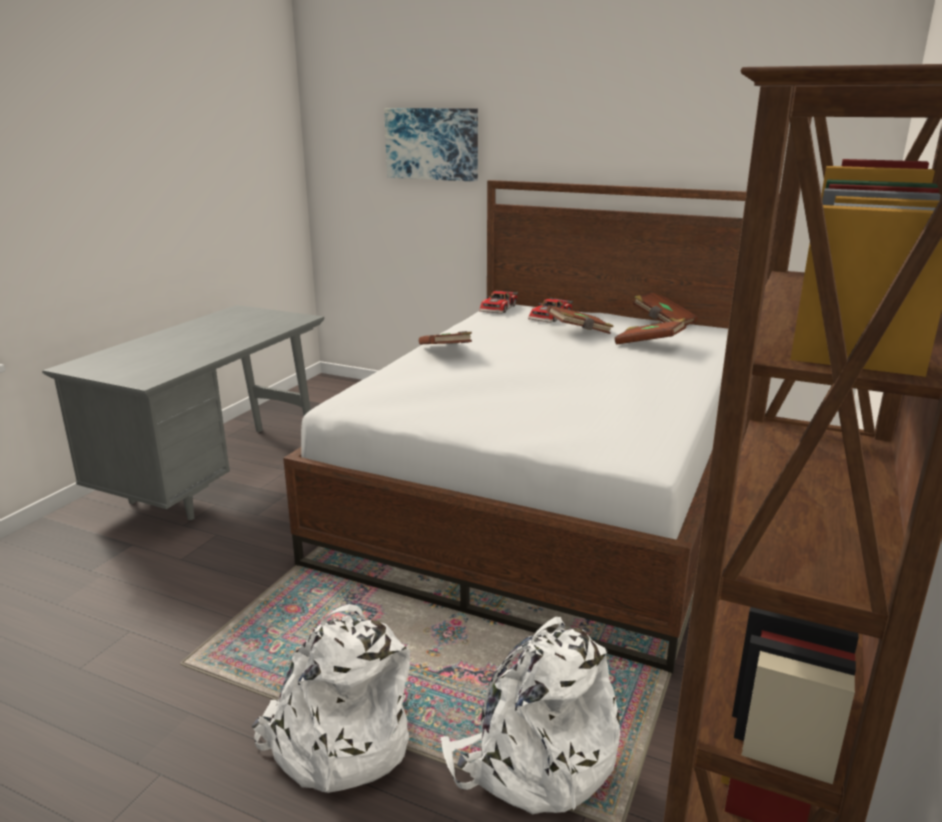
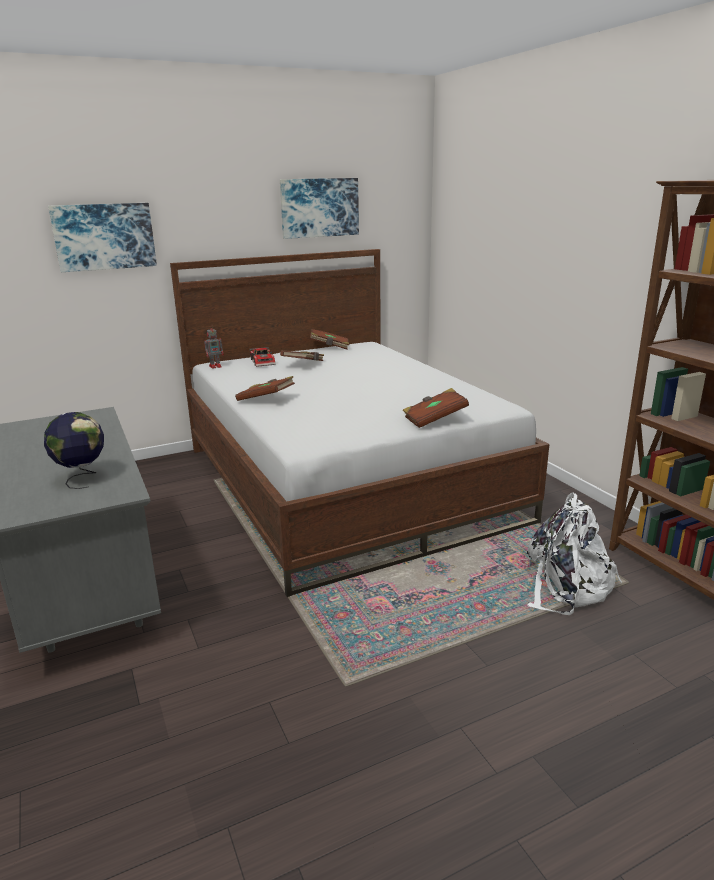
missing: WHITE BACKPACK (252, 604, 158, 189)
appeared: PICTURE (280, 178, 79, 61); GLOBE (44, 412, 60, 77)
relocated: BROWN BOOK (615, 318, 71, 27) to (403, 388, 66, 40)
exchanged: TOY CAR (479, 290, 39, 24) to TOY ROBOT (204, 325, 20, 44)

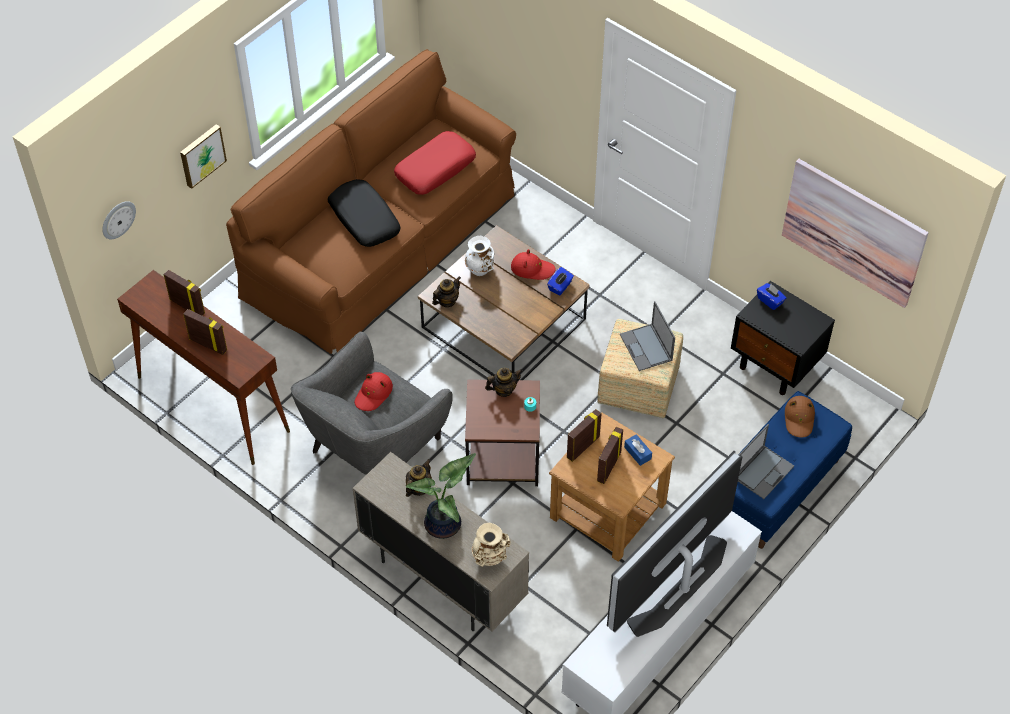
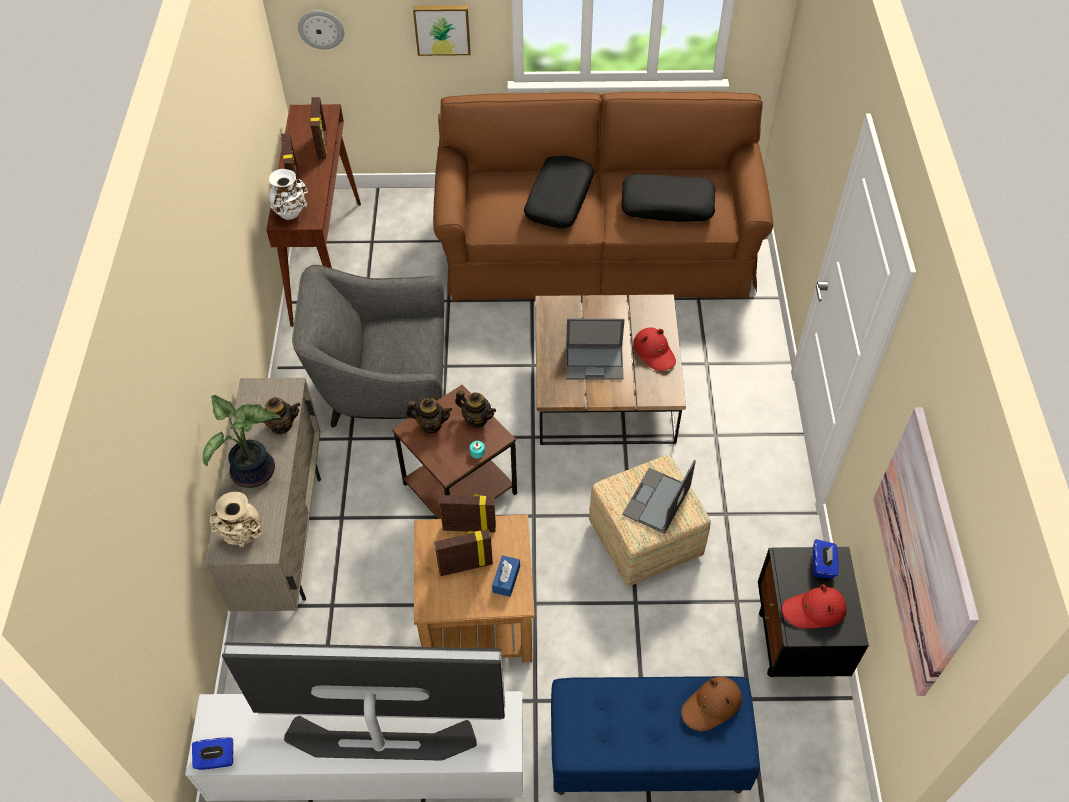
relocated: WHITE VASE (465, 236, 30, 40) to (269, 169, 39, 51); BLUE TISSUE BOX (547, 267, 27, 28) to (192, 737, 41, 33); TEAPOT (432, 276, 29, 31) to (406, 398, 46, 35); RED HAT (355, 372, 38, 39) to (782, 584, 65, 45); LAPTOP (738, 424, 56, 75) to (566, 318, 59, 62)
colour: RED PILLOW (394, 131, 82, 64) to BLACK PILLOW (621, 174, 94, 48)

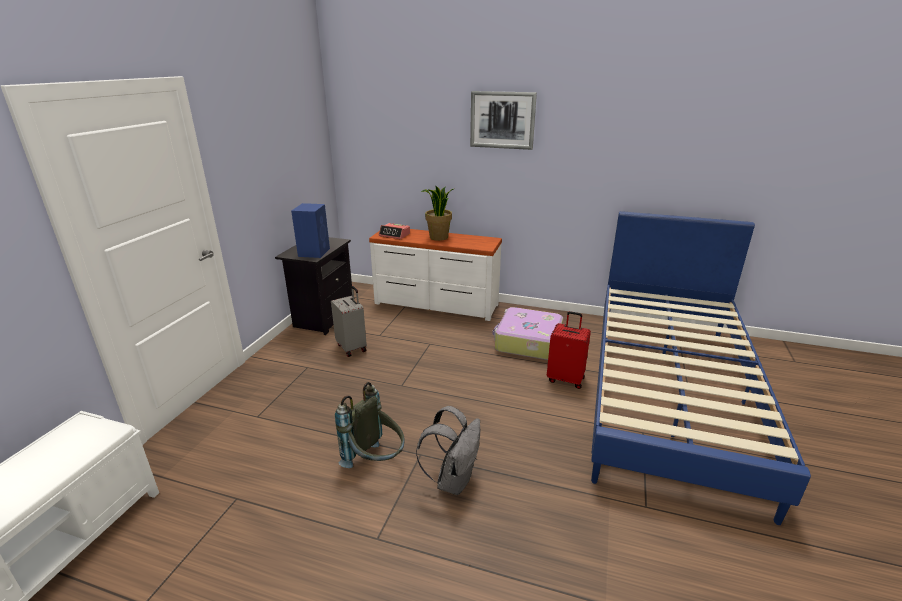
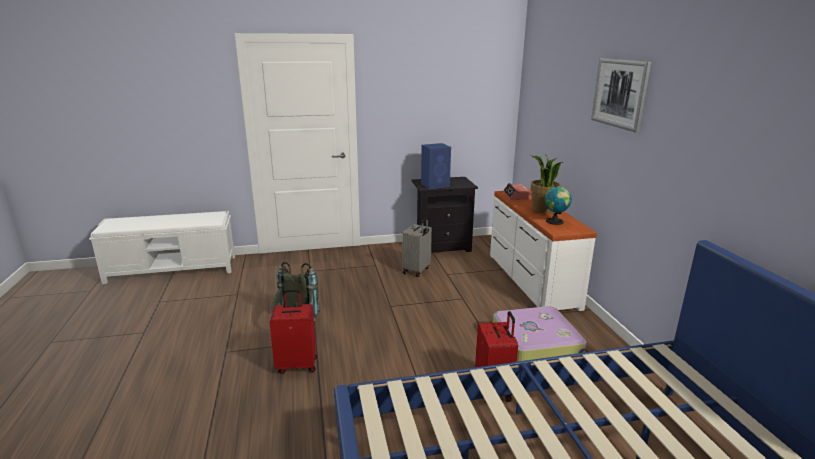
appeared: GLOBE (545, 186, 27, 39)
exchanged: GREY BACKPACK (416, 406, 64, 89) to RED SUITCASE (270, 289, 47, 85)

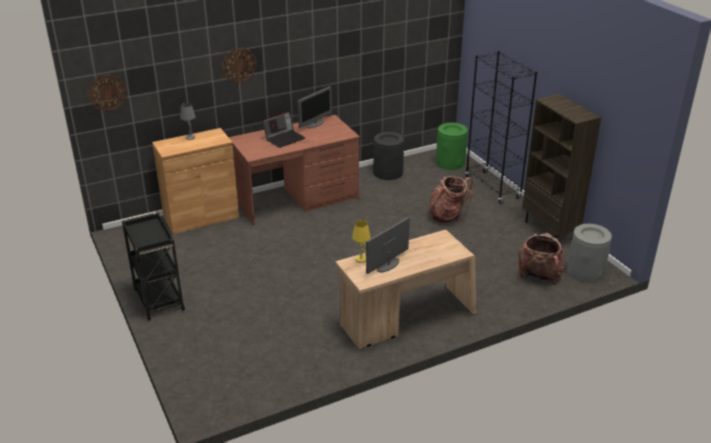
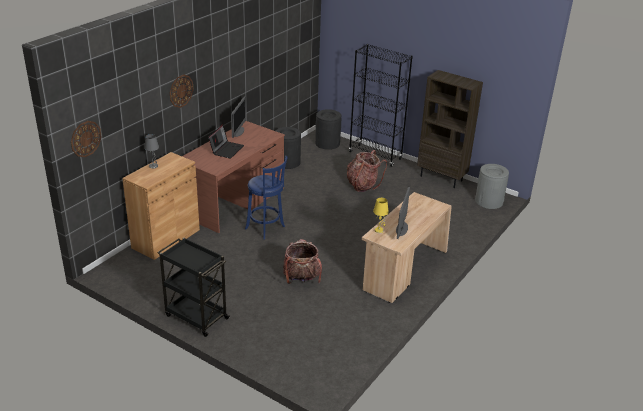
appeared: BLUE STOOL (245, 156, 42, 83)
relocated: BACKPACK (519, 233, 45, 52) to (283, 239, 39, 45)
colour: GREEN TRASH CAN (436, 123, 32, 47) to BLACK TRASH CAN (315, 109, 26, 41)

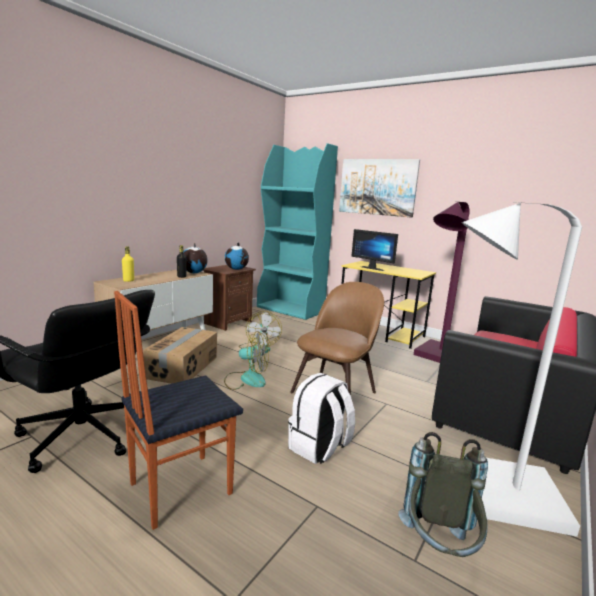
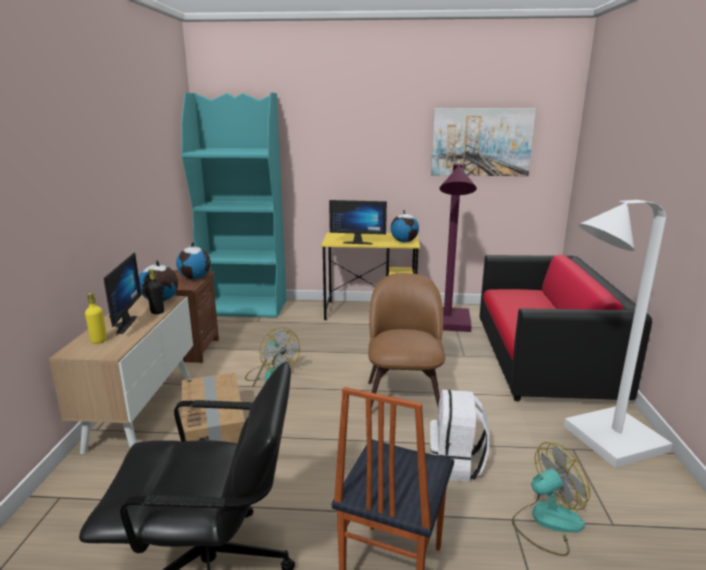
missing: GREY BACKPACK (398, 432, 90, 125)
appeared: GLOBE (391, 210, 28, 32); MONITOR (104, 252, 37, 82)
relocated: PICTURE (339, 159, 81, 59) to (431, 108, 105, 68); FAN (224, 331, 45, 59) to (512, 442, 78, 114)

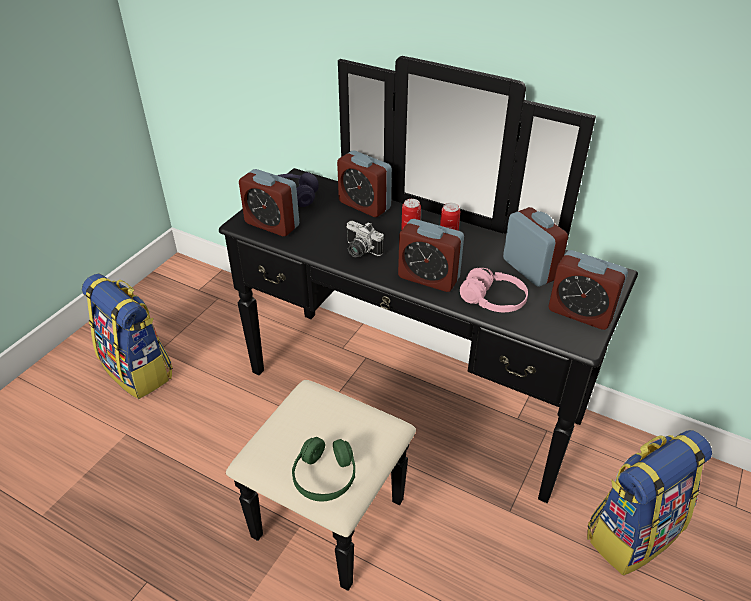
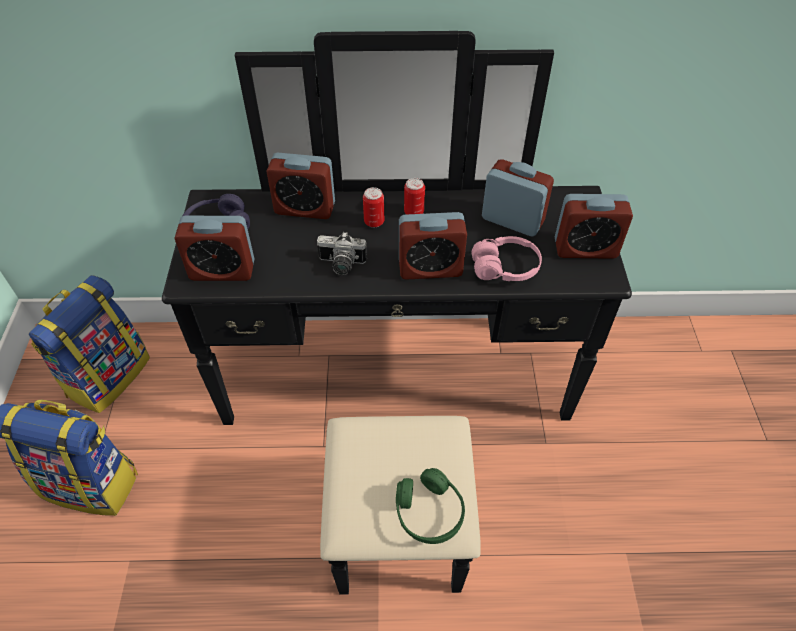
relocated: BACKPACK (587, 430, 125, 145) to (29, 275, 121, 138)

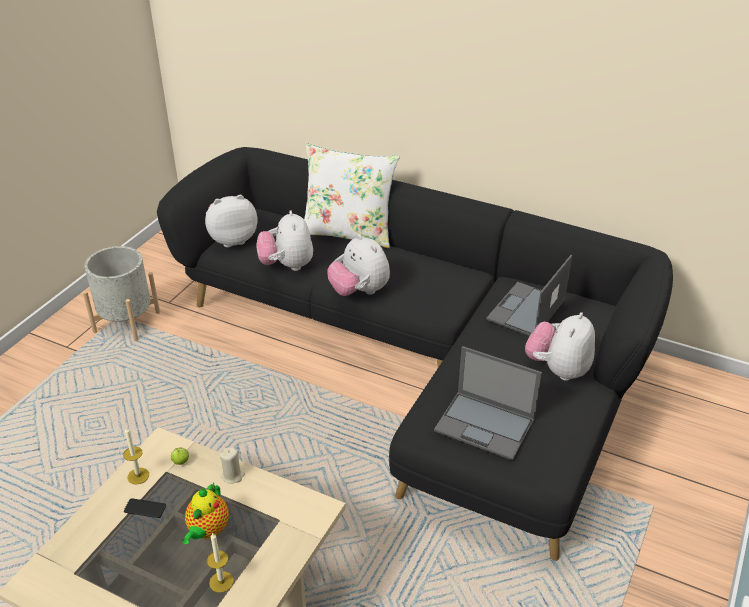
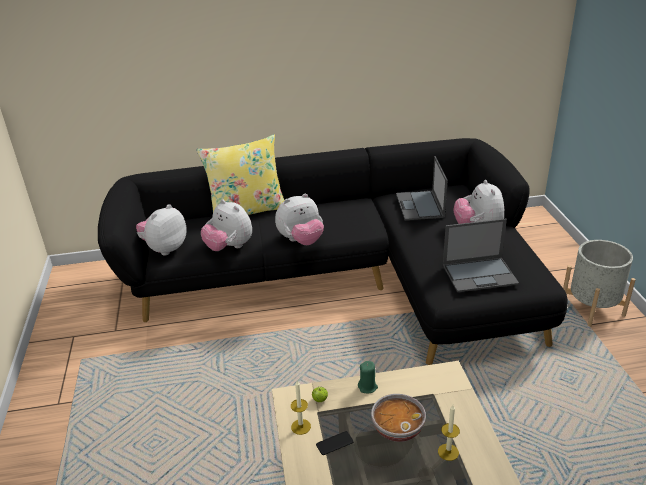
relocated: GREY PLANTER (83, 246, 77, 95) to (563, 240, 73, 87)
exchanged: TEAPOT (182, 483, 47, 61) to BOWL (371, 394, 55, 48)
colour: WHITE PILLOW (304, 144, 96, 104) to YELLOW PILLOW (197, 135, 87, 80); BEIGE CANDLE (219, 447, 26, 37) to GREEN CANDLE (358, 361, 20, 32)
spun: PLUSH TOY (328, 234, 62, 62) = (275, 194, 49, 51) 45 degrees counterclockwise

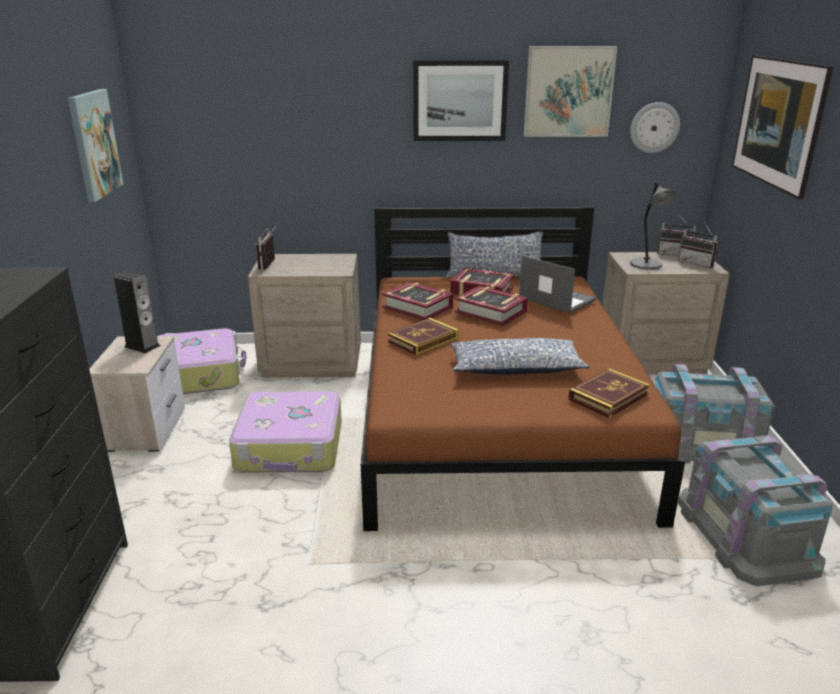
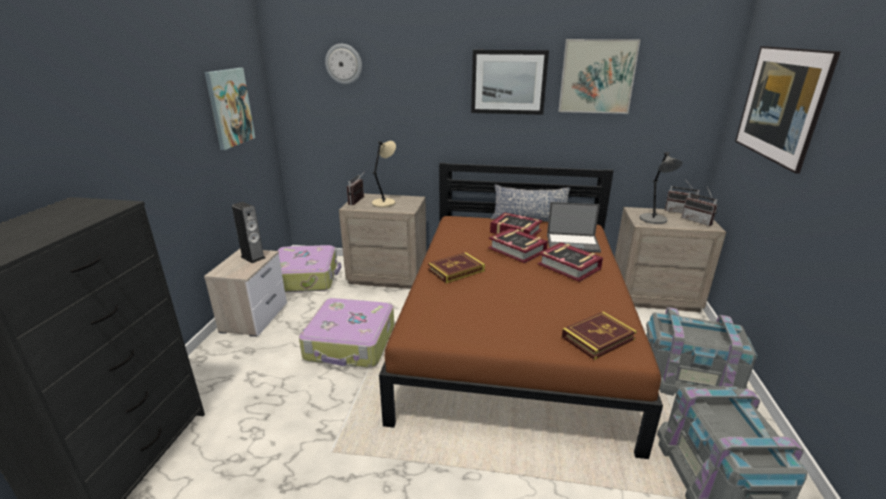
missing: PILLOW (451, 338, 139, 37)
appeared: BEIGE TABLE LAMP (372, 141, 24, 67)
relocated: WALL CLOCK (630, 102, 50, 51) to (325, 44, 37, 41); BOOK (382, 282, 72, 38) to (538, 242, 65, 40)
spun: LAPTOP (519, 255, 77, 58) = (547, 202, 54, 51) 135 degrees clockwise

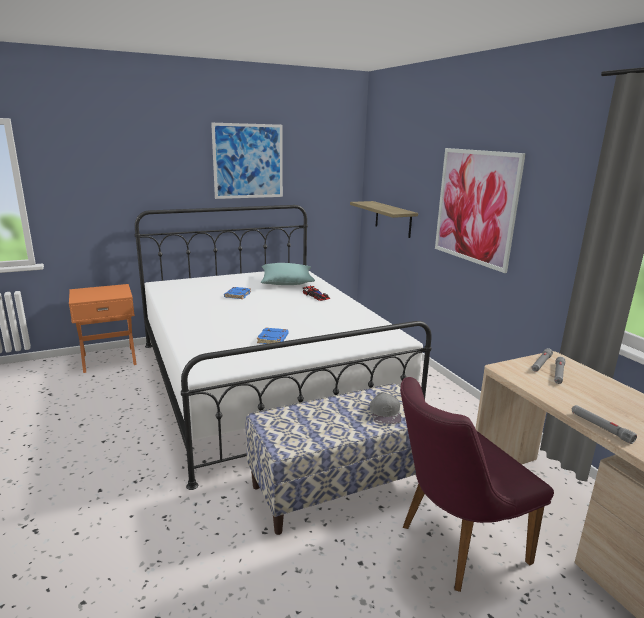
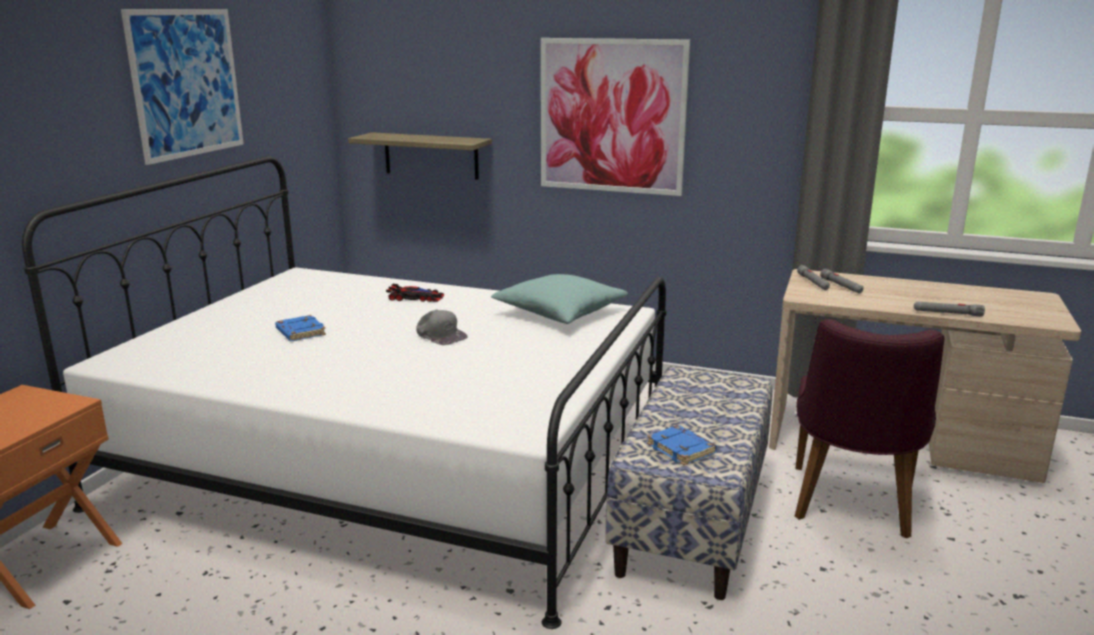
relocated: TURQUOISE PILLOW (261, 263, 54, 22) to (491, 274, 137, 50); BLUE BOOK (257, 327, 32, 17) to (647, 425, 70, 40); GREY CAP (370, 392, 31, 32) to (416, 310, 52, 35)

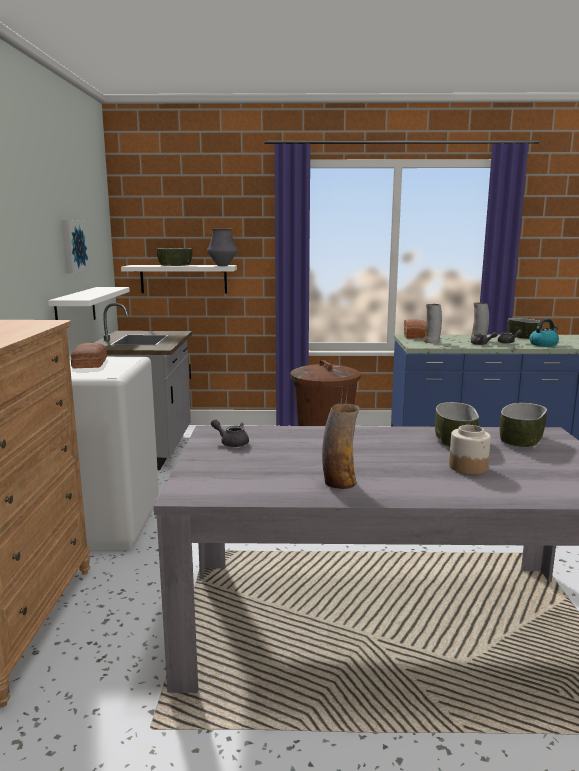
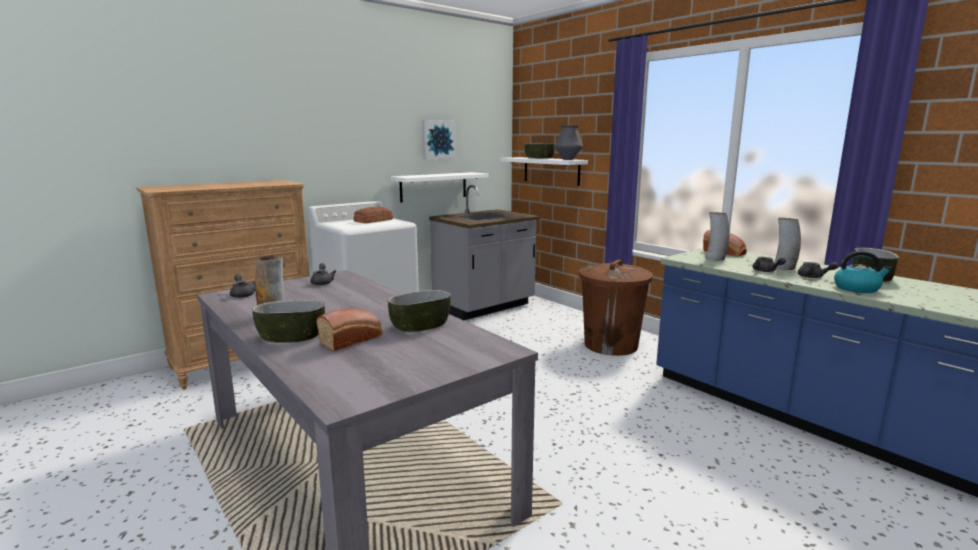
appeared: GREY TEAPOT (230, 274, 25, 24)
relocated: BOWL (500, 402, 47, 46) to (252, 300, 73, 43)
exchanged: JAR (449, 425, 42, 49) to BREAD (316, 309, 67, 42)

